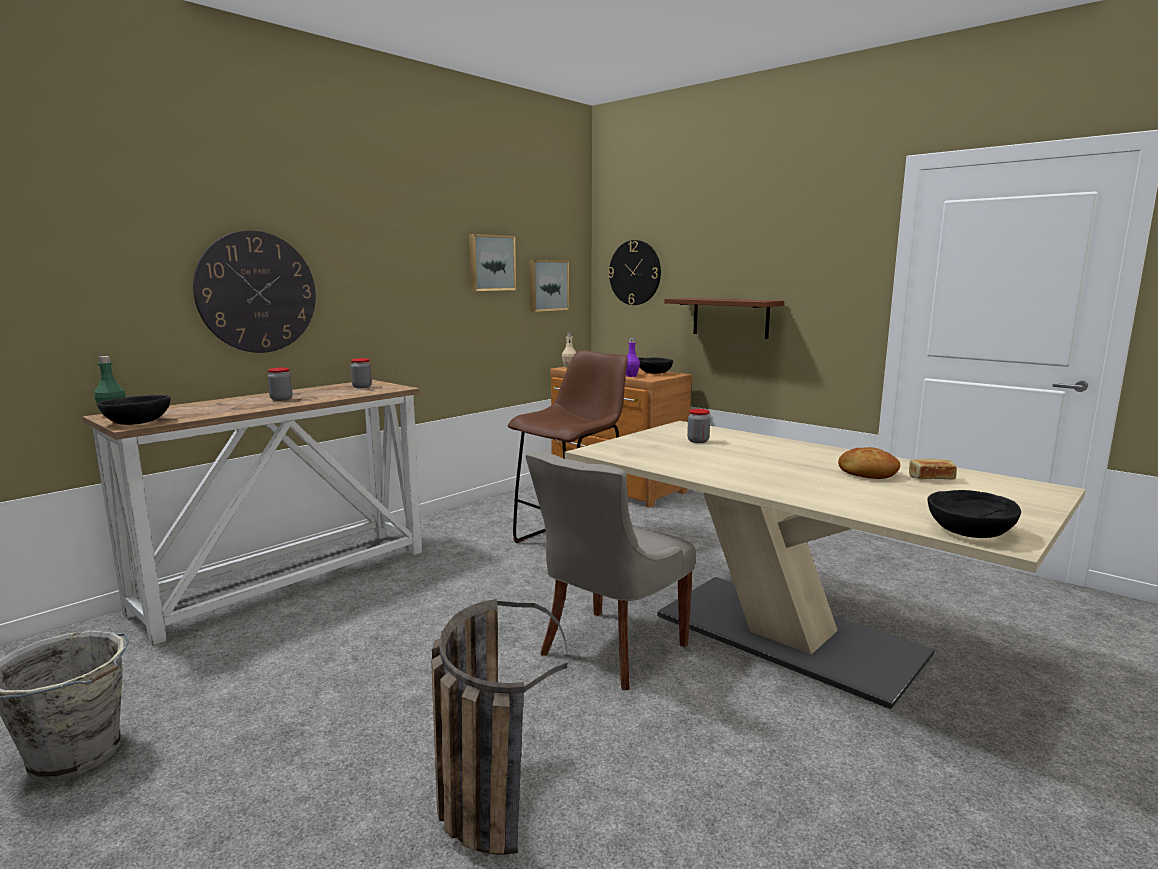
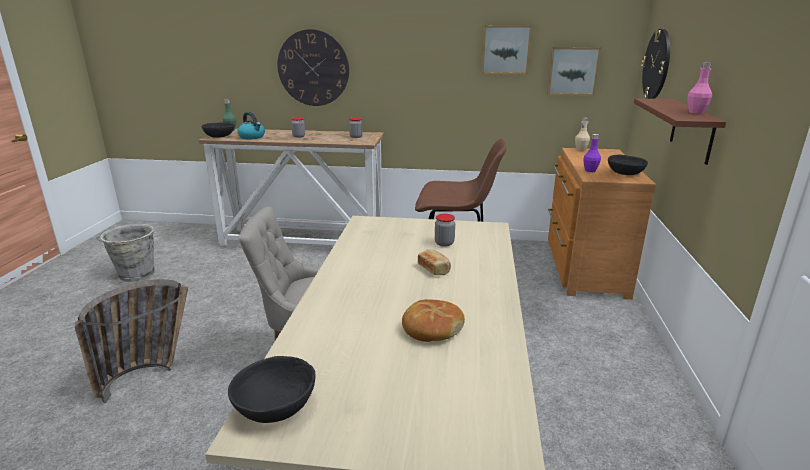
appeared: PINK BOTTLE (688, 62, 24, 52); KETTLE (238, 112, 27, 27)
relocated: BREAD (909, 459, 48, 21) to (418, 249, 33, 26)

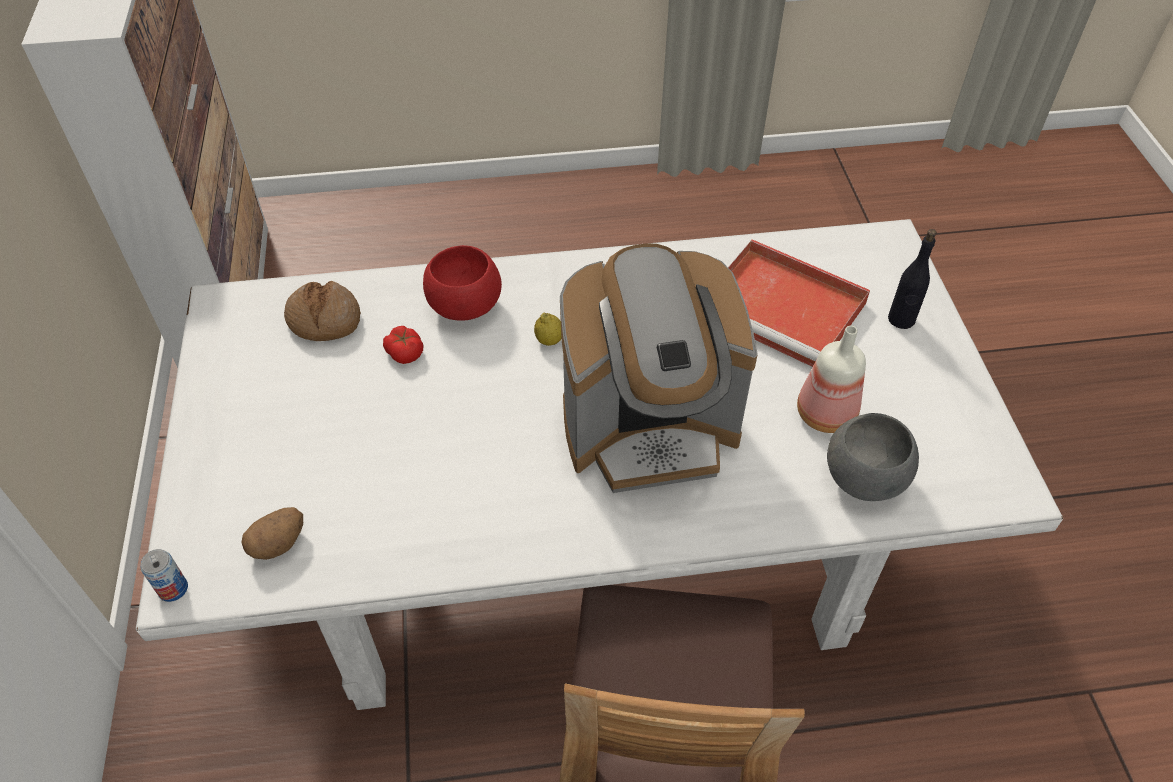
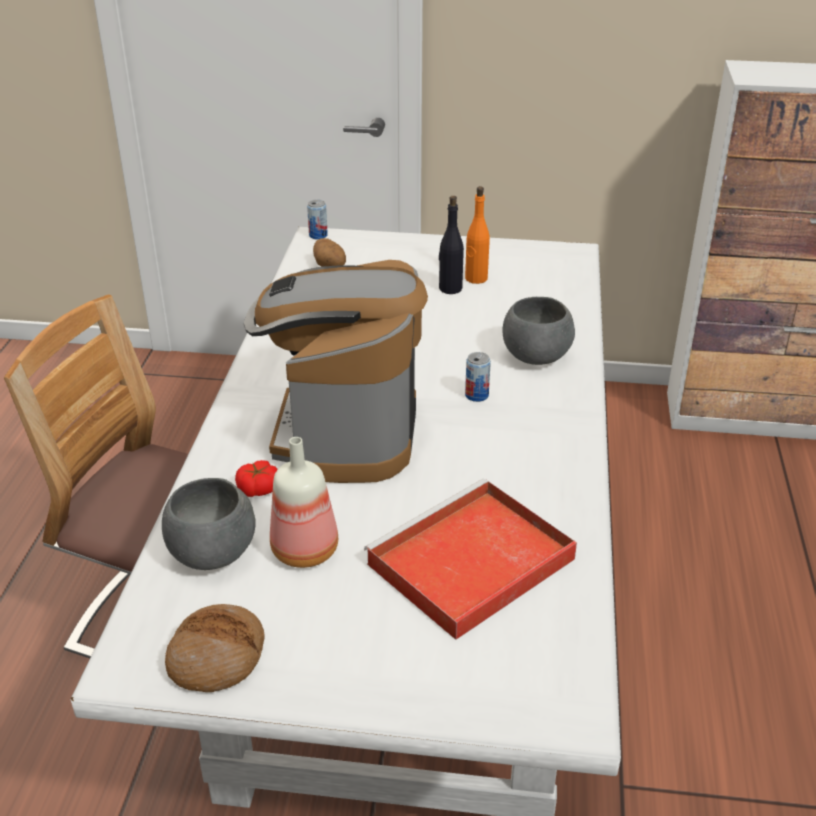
appeared: ORANGE BOTTLE (465, 186, 25, 98)
relocated: BLACK BOTTLE (888, 229, 49, 100) to (439, 196, 25, 98); BREAD (284, 281, 77, 60) to (165, 604, 100, 88); TOMATO (383, 326, 40, 38) to (235, 460, 43, 37)
exchanged: LEMON (534, 313, 28, 33) to CAN (465, 352, 26, 50)
colour: RED BOWL (423, 245, 79, 76) to GREY BOWL (503, 297, 72, 68)

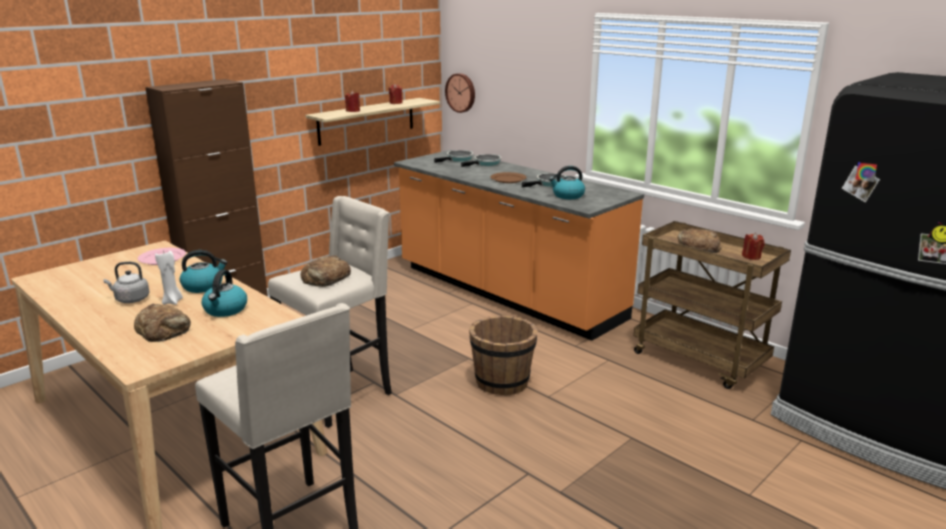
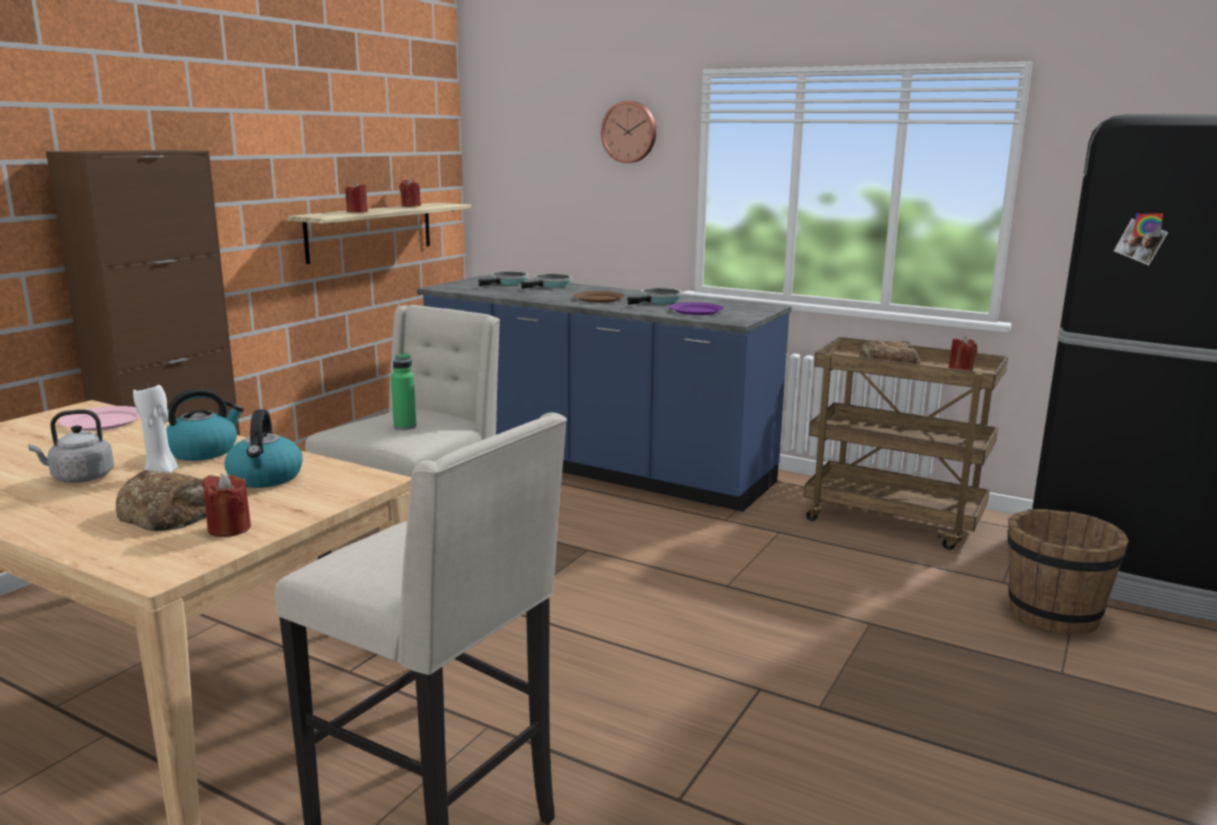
appeared: RED CANDLE (202, 473, 49, 64)
relocated: WALL CLOCK (445, 73, 30, 40) to (601, 101, 55, 62); BROWN BUCKET (469, 315, 69, 80) to (1007, 509, 122, 125)
exchanged: KETTLE (549, 166, 36, 33) to PURPLE PLATE (669, 302, 55, 13); BREAD (300, 255, 51, 32) to GREEN BOTTLE (391, 353, 25, 77)
colour: ORANGE COUNTER (394, 150, 250, 191) to BLUE COUNTER (417, 275, 375, 237)

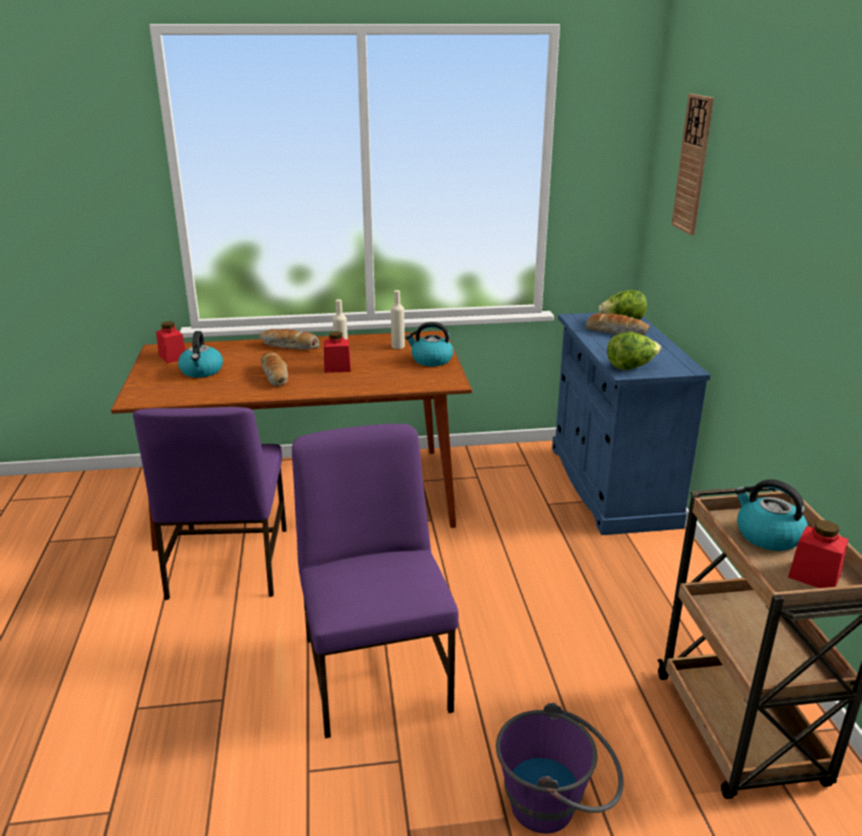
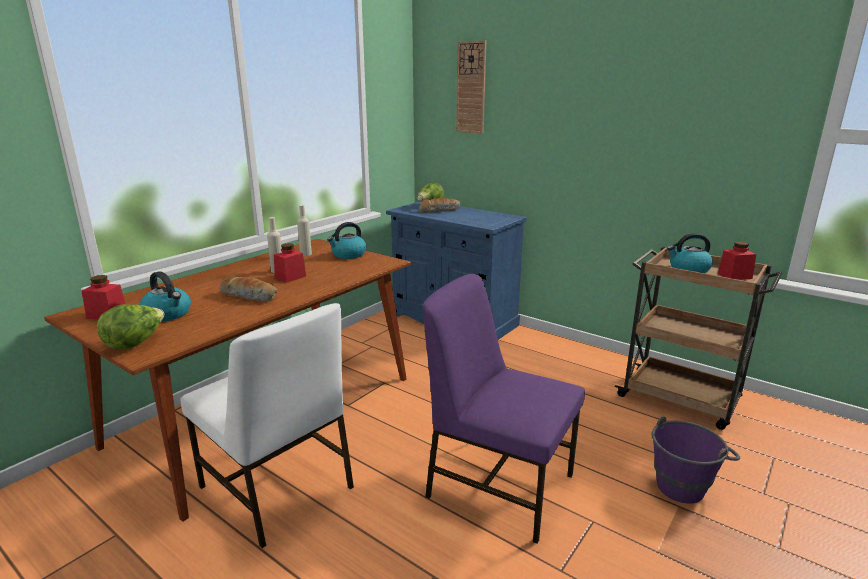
missing: BREAD (259, 329, 61, 21)
relocated: LETTUCE (607, 332, 54, 38) to (97, 304, 67, 46)
colour: PURPLE CHAIR (133, 407, 154, 193) to WHITE CHAIR (181, 303, 173, 245)

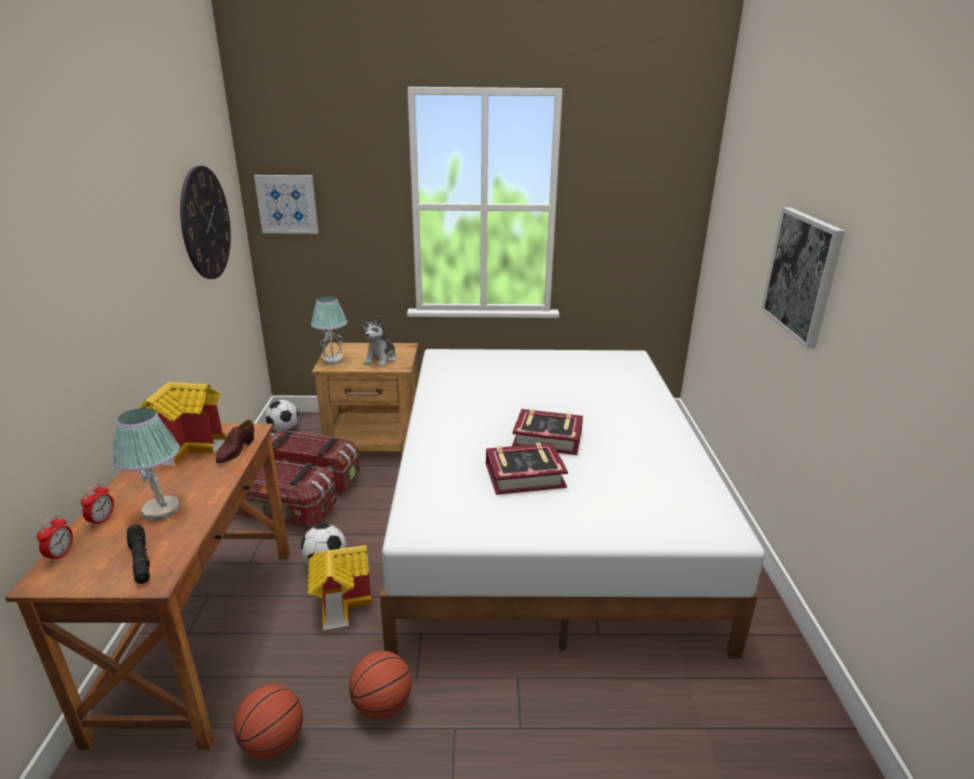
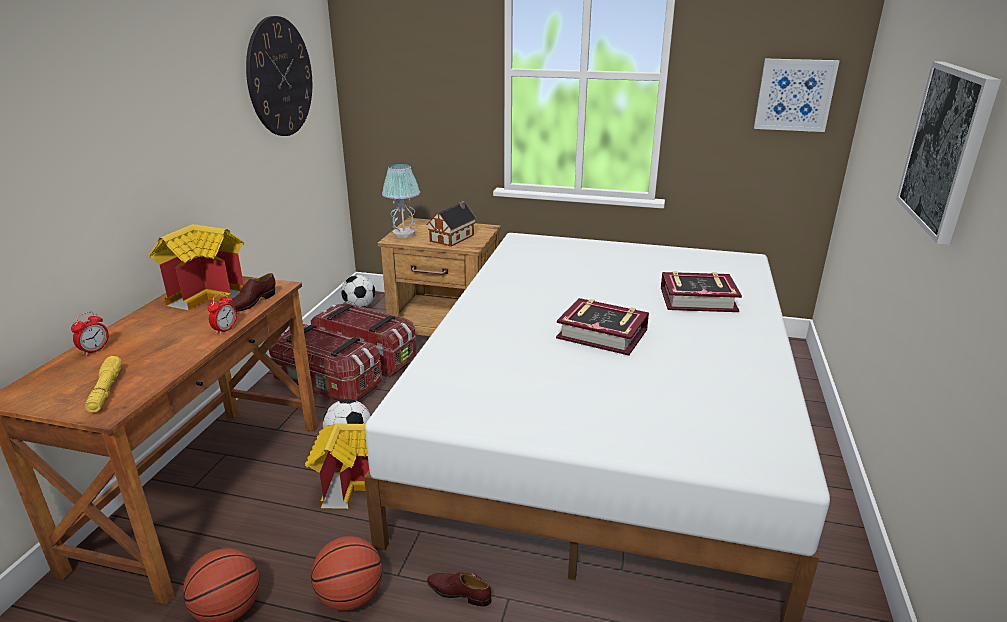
missing: TABLE LAMP (112, 408, 68, 113)
appeared: BROWN SHOE (427, 572, 64, 35)
relocated: PICTURE (254, 175, 65, 59) to (754, 59, 85, 73); BOOK (486, 442, 82, 53) to (661, 271, 81, 41); ALARM CLOCK (37, 515, 36, 47) to (208, 293, 29, 42)
exchanged: PLUSH TOY (362, 316, 35, 51) to TOY HOUSE (427, 201, 49, 46)
colour: BLACK FLASHLIGHT (127, 524, 23, 60) to YELLOW FLASHLIGHT (85, 356, 37, 56)

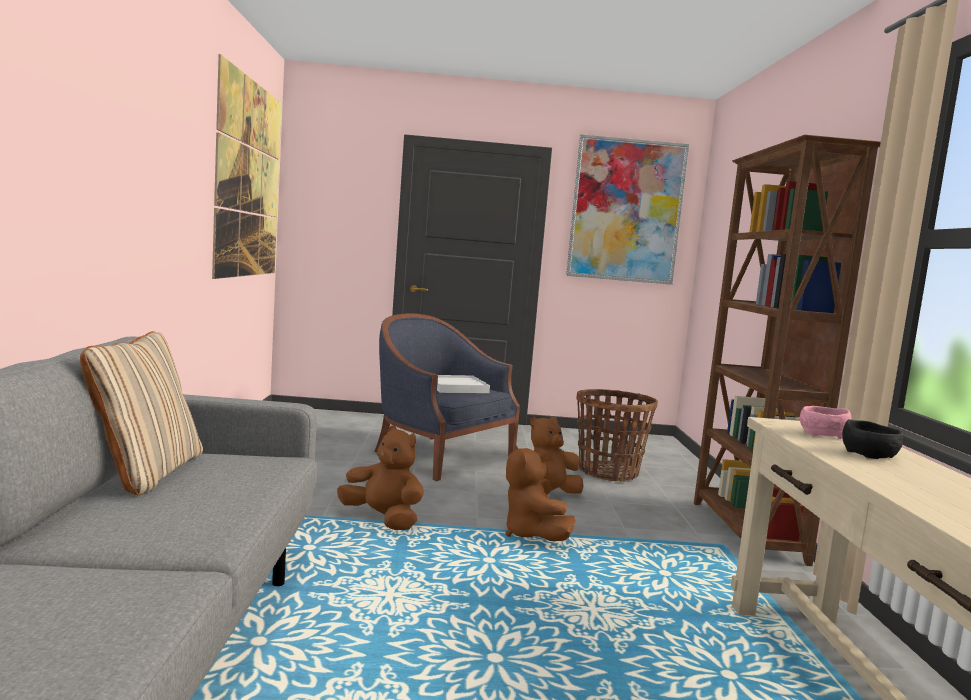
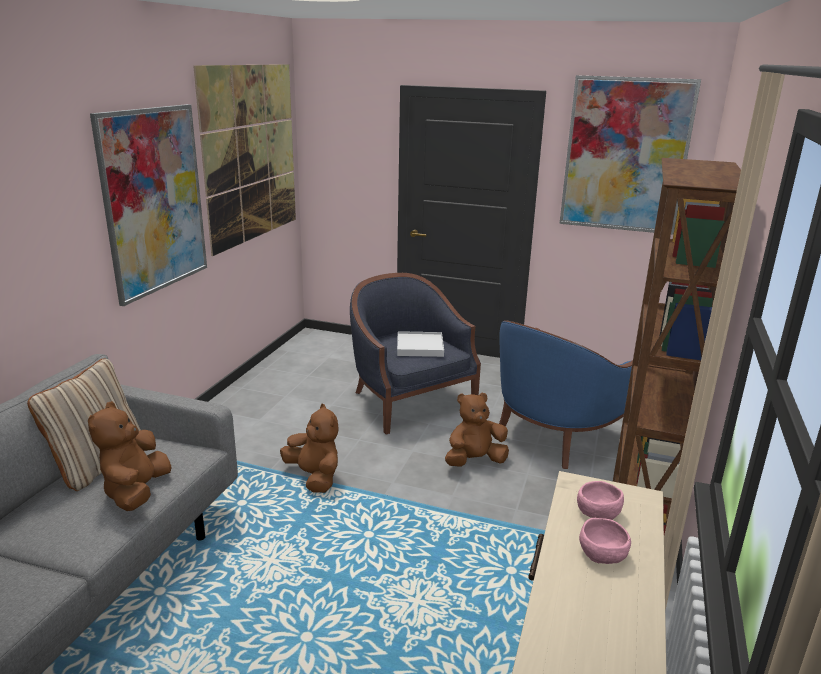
appeared: PICTURE (90, 104, 117, 202)
relocated: BROWN PLUSH TOY (505, 444, 71, 97) to (88, 401, 84, 110)
exchanged: BASKET (576, 389, 82, 93) to BLUE ARMCHAIR (499, 320, 134, 149)
colour: BLACK BOWL (842, 419, 61, 40) to PINK BOWL (579, 518, 52, 46)

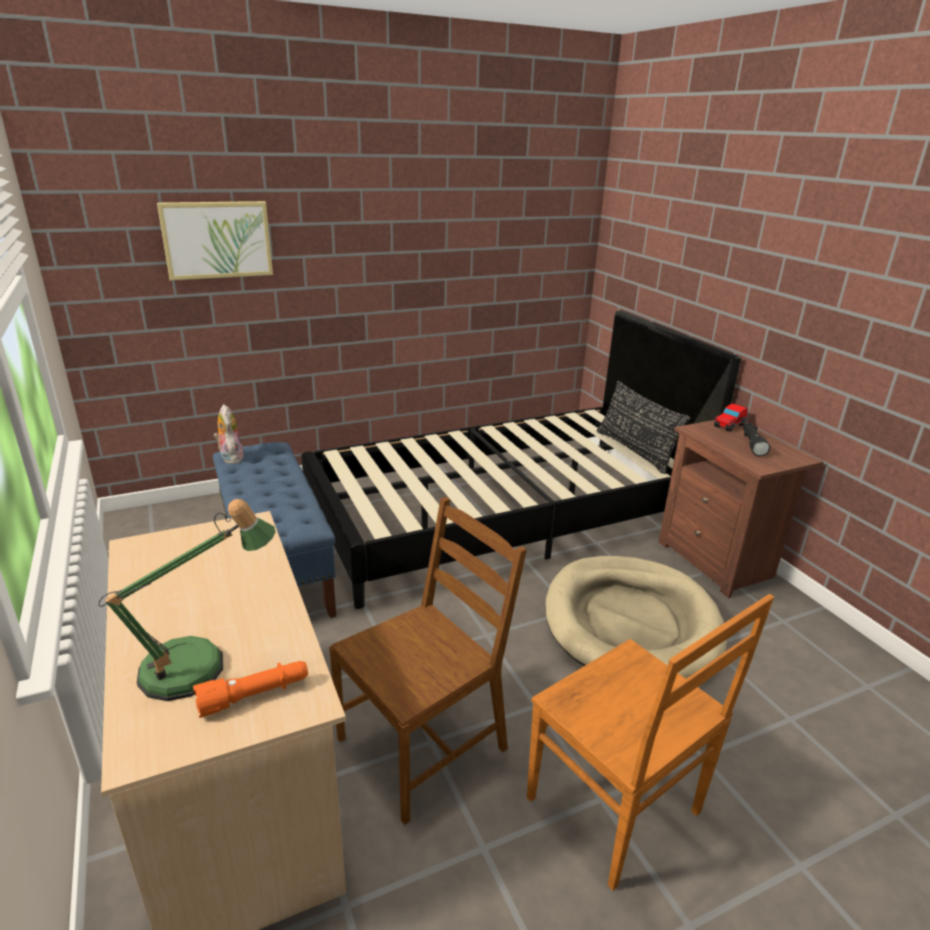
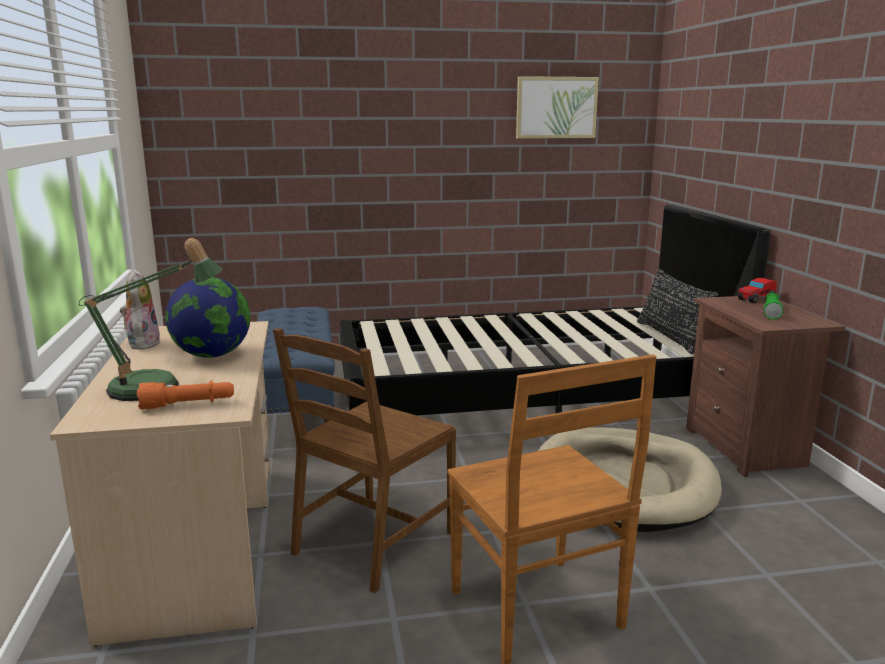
appeared: GLOBE (165, 277, 85, 81)
relocated: PICTURE (157, 201, 116, 80) to (516, 76, 83, 63); PLUSH TOY (214, 404, 30, 60) to (120, 269, 40, 81)
colour: BLACK FLASHLIGHT (743, 423, 27, 34) to GREEN FLASHLIGHT (764, 293, 19, 26)
spun: BROWN CHAIR (329, 497, 198, 328) = (273, 328, 183, 265) 150 degrees clockwise

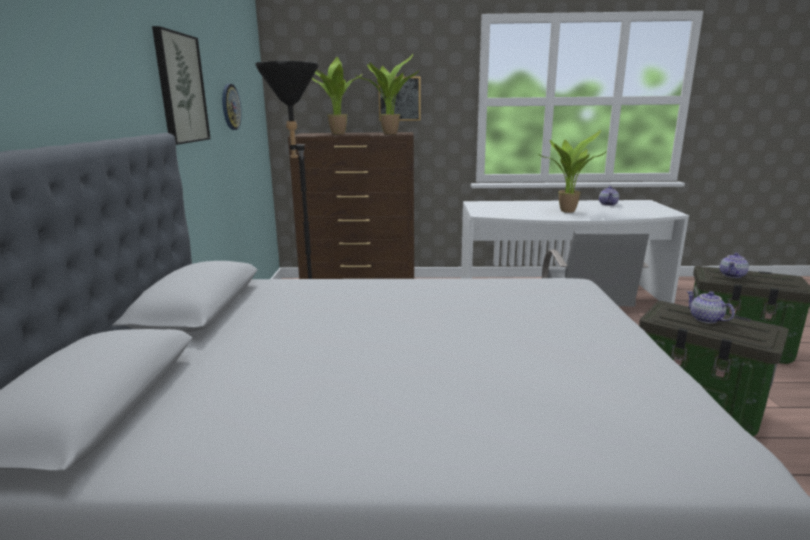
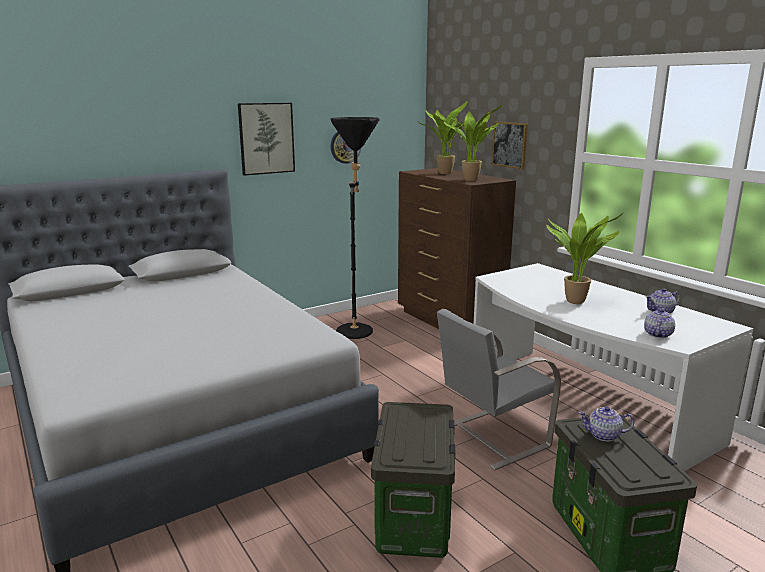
relocated: TEAPOT (686, 291, 49, 32) to (644, 308, 31, 30)

